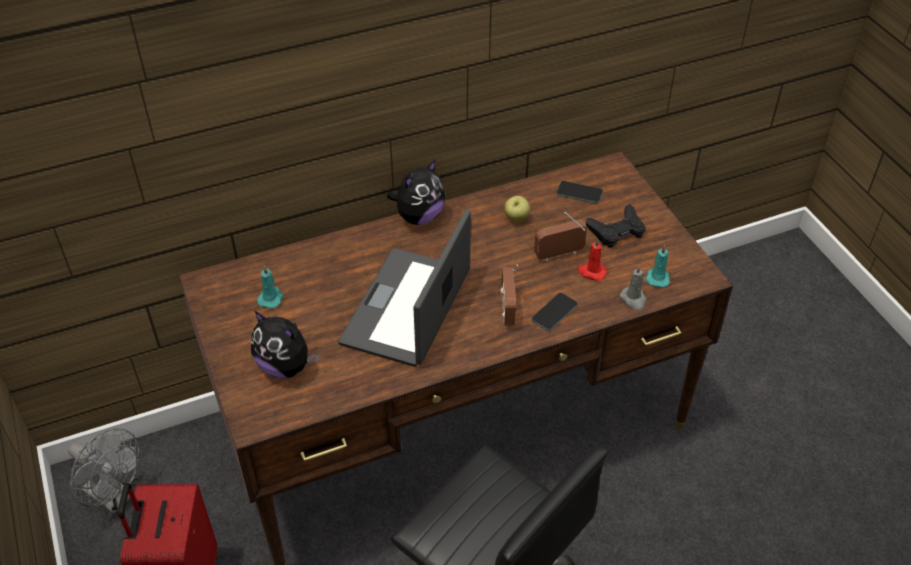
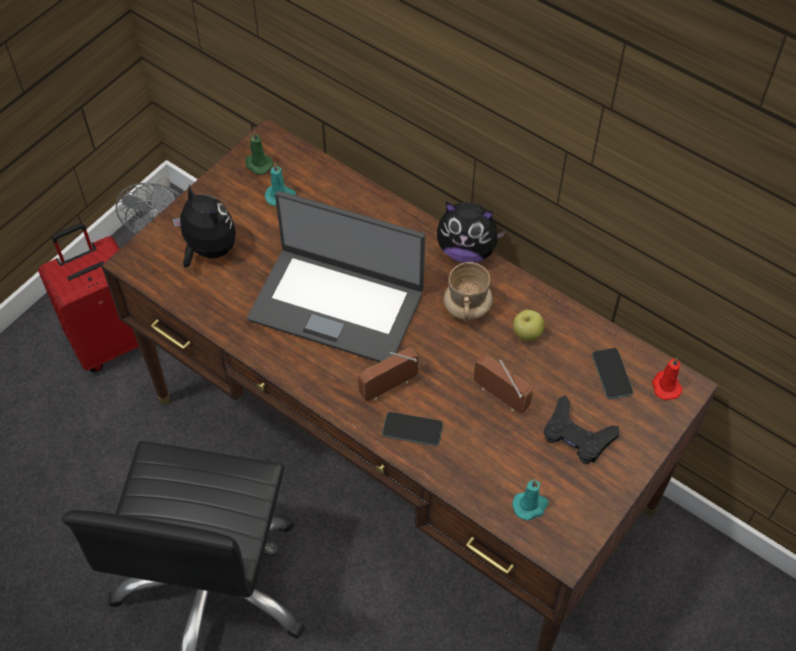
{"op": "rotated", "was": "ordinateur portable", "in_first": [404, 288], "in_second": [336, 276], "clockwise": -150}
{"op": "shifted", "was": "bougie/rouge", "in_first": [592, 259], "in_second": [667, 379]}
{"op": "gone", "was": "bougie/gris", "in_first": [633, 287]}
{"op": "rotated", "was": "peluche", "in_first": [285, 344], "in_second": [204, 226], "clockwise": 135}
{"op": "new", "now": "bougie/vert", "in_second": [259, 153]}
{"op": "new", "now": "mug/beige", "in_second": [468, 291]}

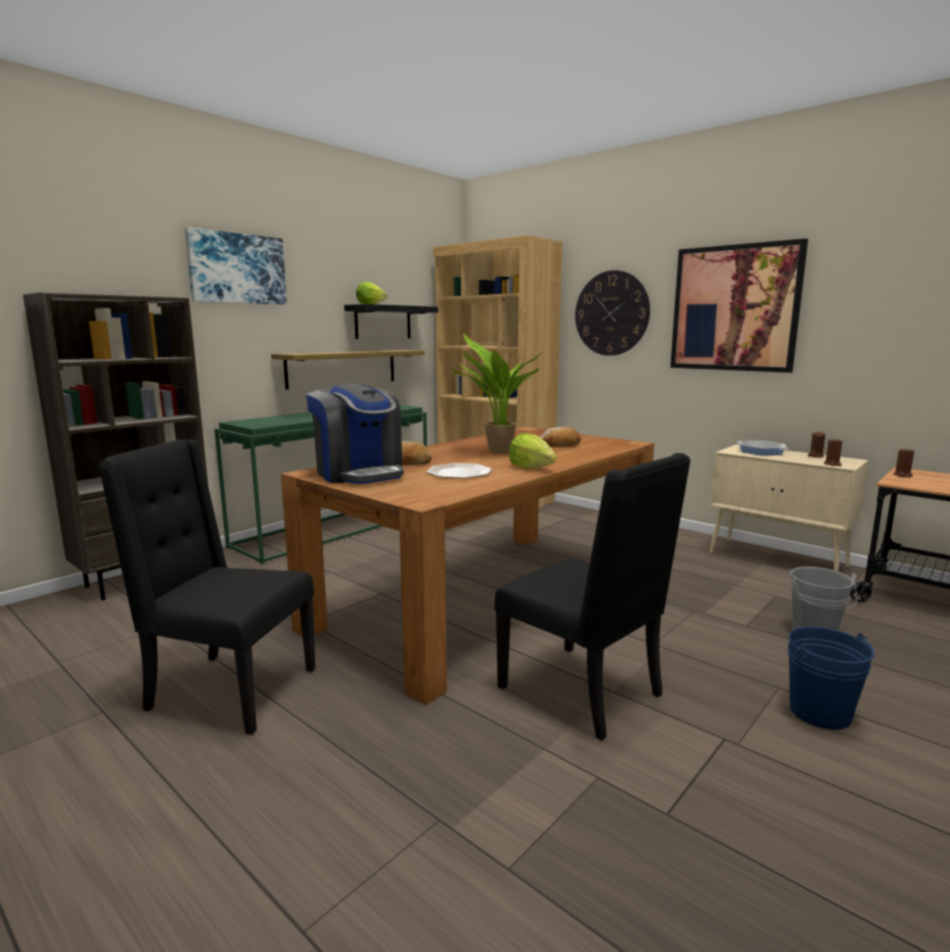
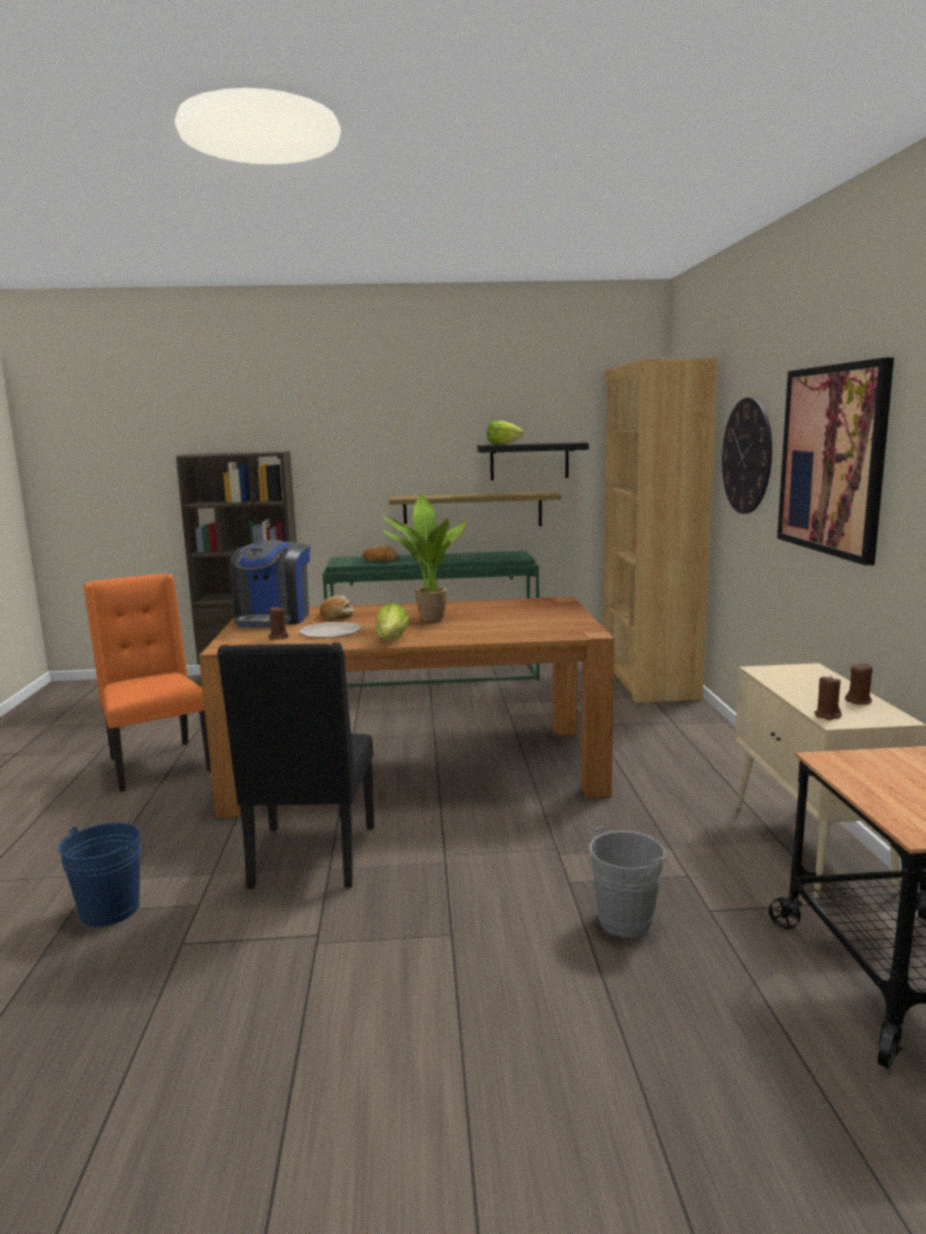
{"op": "gone", "was": "tableau", "in_first": [236, 265]}
{"op": "shifted", "was": "pain", "in_first": [560, 437], "in_second": [381, 554]}
{"op": "repainted", "was": "chaise/noir", "now": "chaise/orange", "in_first": [206, 587], "in_second": [147, 683]}
{"op": "gone", "was": "poêle", "in_first": [763, 447]}
{"op": "shifted", "was": "bougie/marron", "in_first": [903, 462], "in_second": [279, 623]}
{"op": "shifted", "was": "seau/bleu", "in_first": [831, 678], "in_second": [99, 874]}

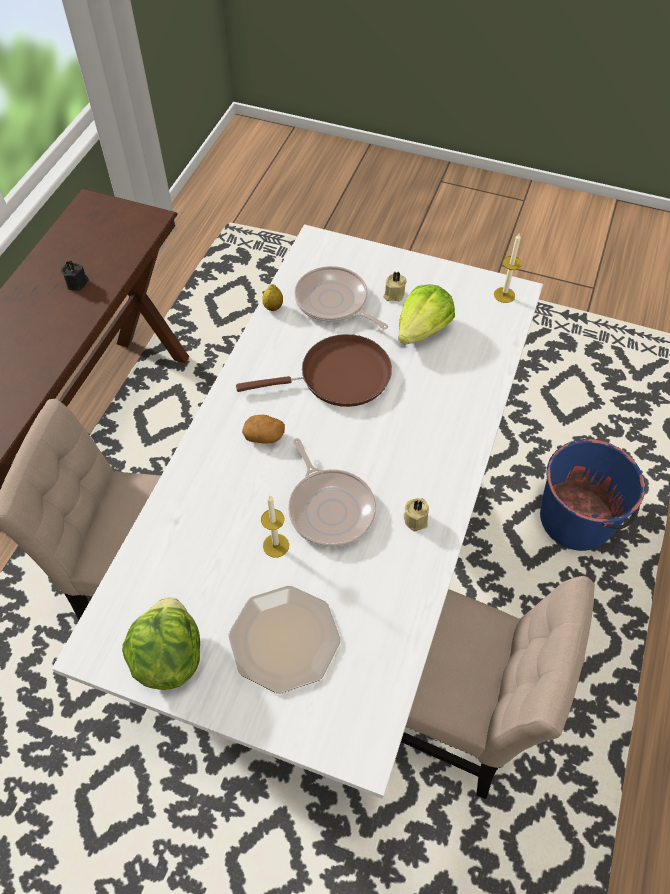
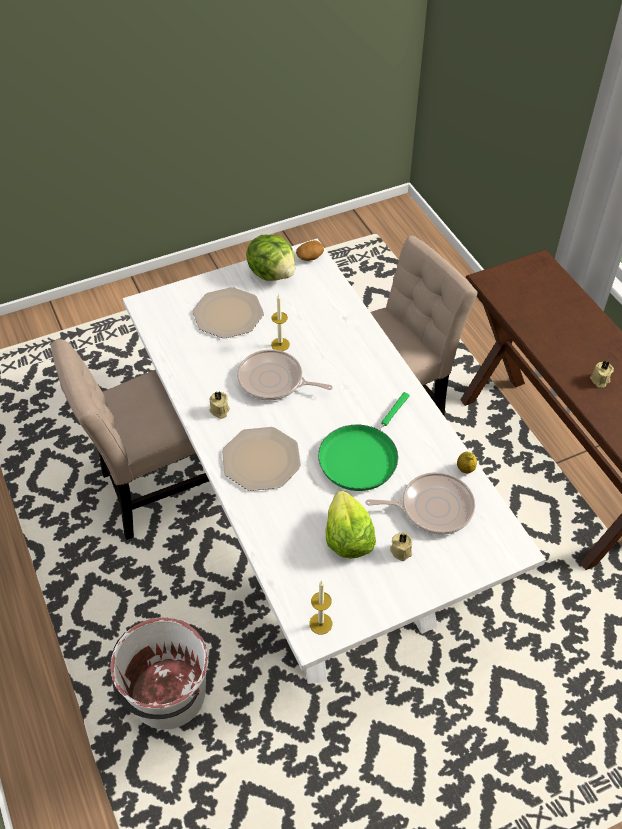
{"op": "repainted", "was": "bougie/noir", "now": "bougie/beige", "in_first": [75, 275], "in_second": [602, 374]}
{"op": "repainted", "was": "poêle/marron", "now": "poêle/vert", "in_first": [314, 370], "in_second": [364, 441]}
{"op": "shifted", "was": "pomme de terre", "in_first": [263, 429], "in_second": [310, 250]}
{"op": "repainted", "was": "seau/bleu", "now": "seau/blanc", "in_first": [592, 495], "in_second": [159, 673]}
{"op": "new", "now": "assiette", "in_second": [261, 459]}

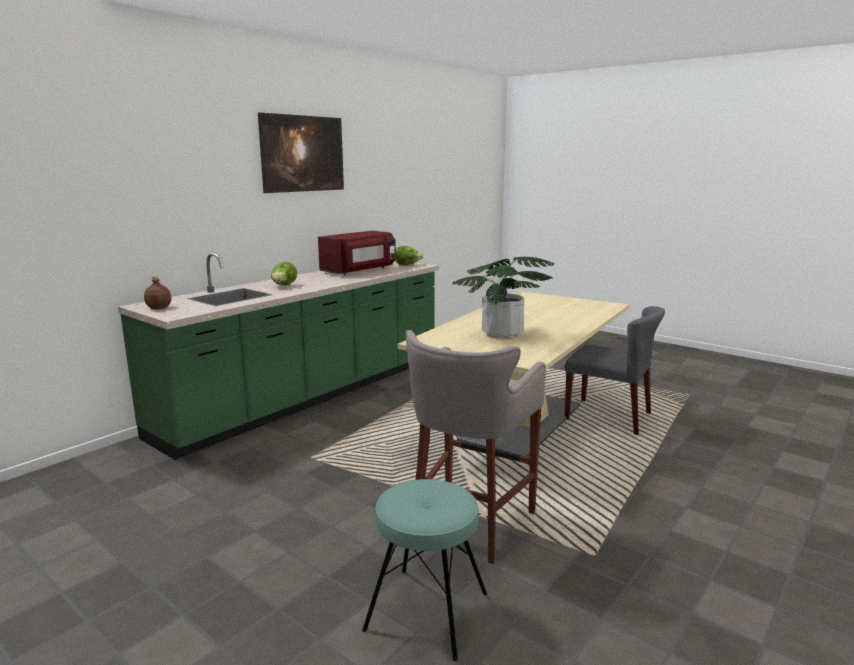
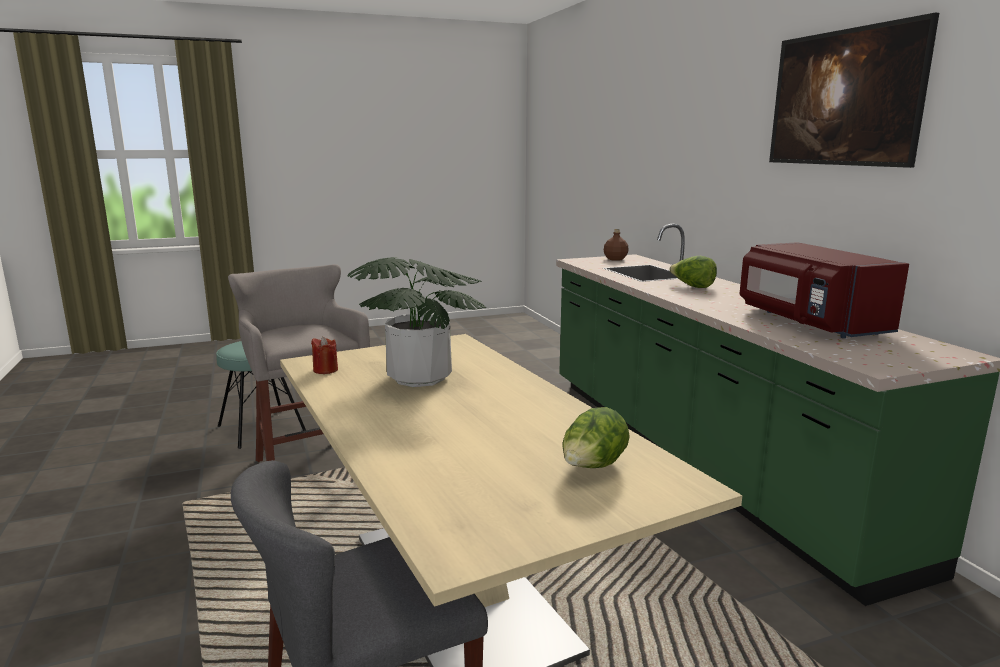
{"op": "shifted", "was": "laitue", "in_first": [409, 256], "in_second": [596, 437]}
{"op": "new", "now": "bougie/rouge", "in_second": [324, 355]}

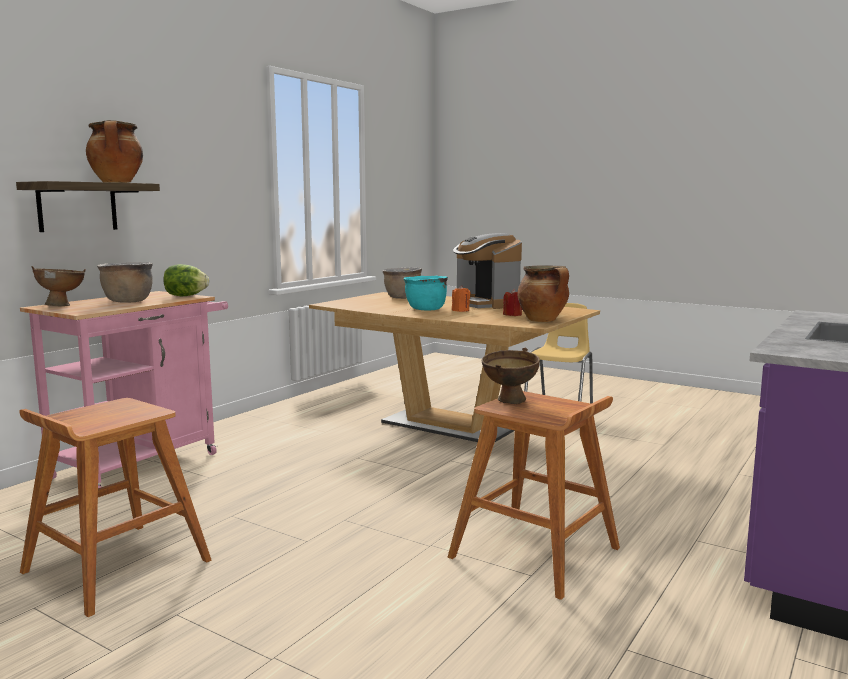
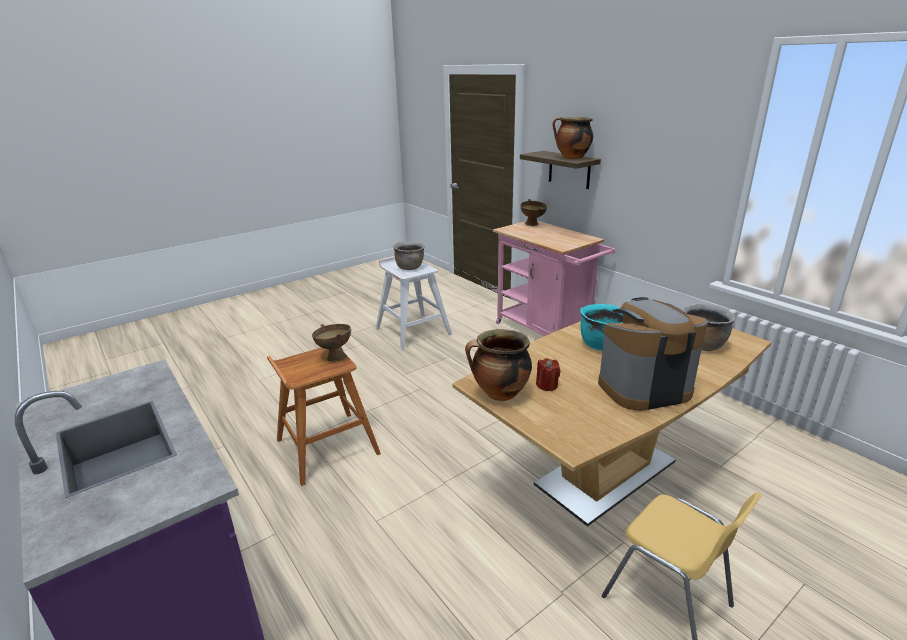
{"op": "shifted", "was": "marmite/marron", "in_first": [125, 282], "in_second": [409, 256]}
{"op": "gone", "was": "laitue", "in_first": [186, 280]}
{"op": "gone", "was": "bougie/orange", "in_first": [461, 299]}
{"op": "repainted", "was": "tabouret/marron", "now": "tabouret/blanc", "in_first": [116, 507], "in_second": [414, 303]}

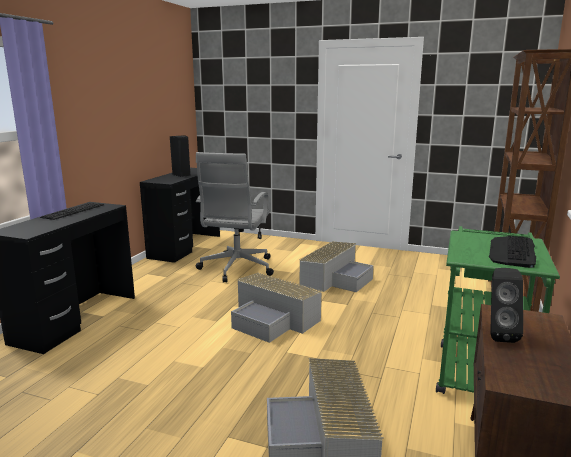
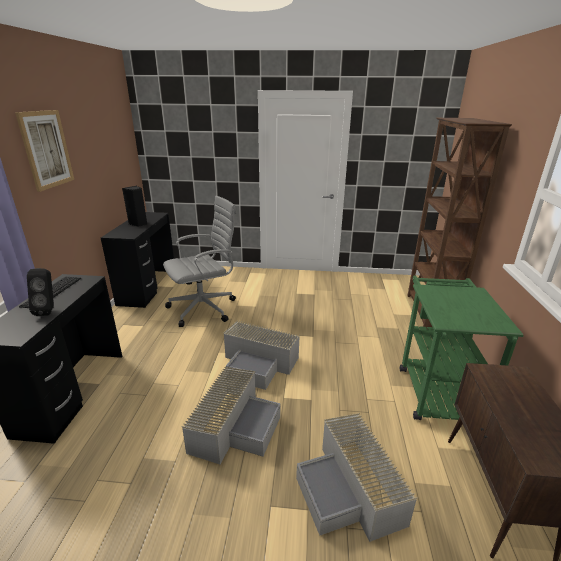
{"op": "rotated", "was": "chaise de bureau/gris", "in_first": [235, 217], "in_second": [200, 261], "clockwise": -120}
{"op": "gone", "was": "clavier", "in_first": [512, 252]}
{"op": "shifted", "was": "boîte de rangement/gris", "in_first": [336, 266], "in_second": [231, 415]}
{"op": "shifted", "was": "enceinte/noir", "in_first": [506, 305], "in_second": [40, 292]}
{"op": "new", "now": "tableau", "in_second": [44, 151]}

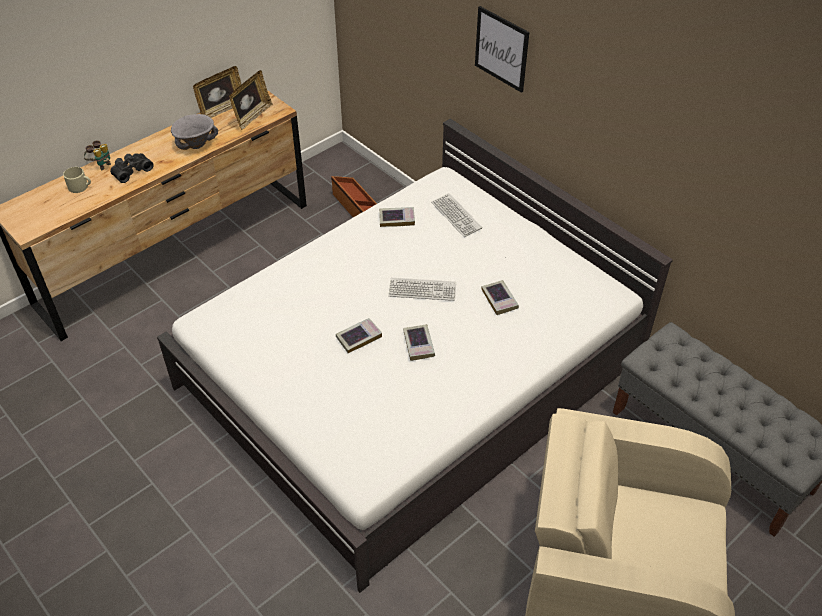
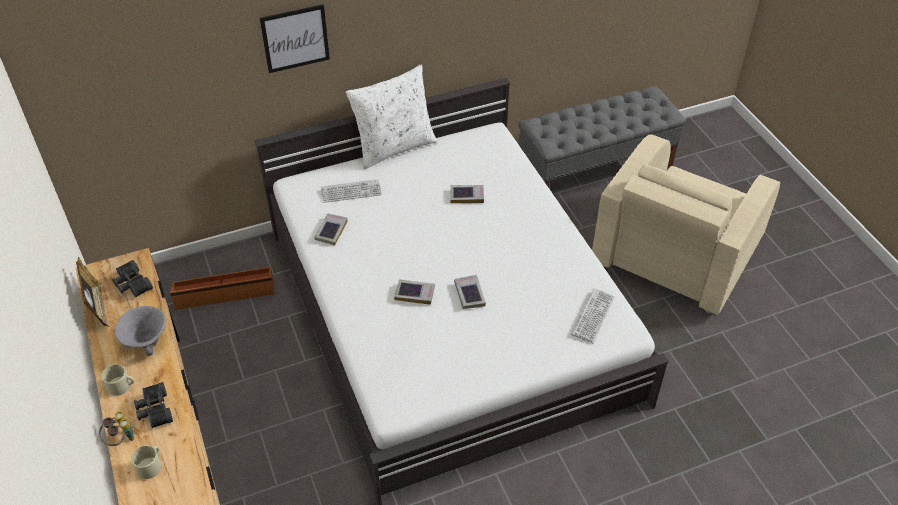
{"op": "swapped", "was": "cadre photo", "now": "jumelles/noir", "in_first": [251, 100], "in_second": [132, 278]}
{"op": "shifted", "was": "clavier", "in_first": [422, 289], "in_second": [593, 316]}
{"op": "shifted", "was": "livre", "in_first": [419, 342], "in_second": [414, 292]}
{"op": "new", "now": "coussin/blanc", "in_second": [391, 117]}
{"op": "new", "now": "mug/beige", "in_second": [118, 380]}

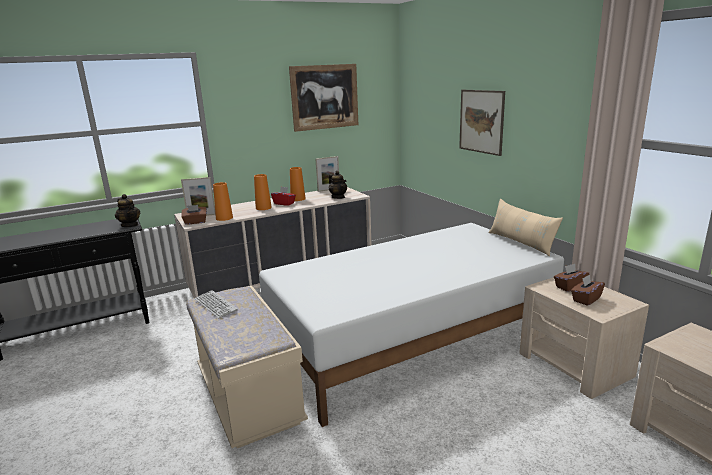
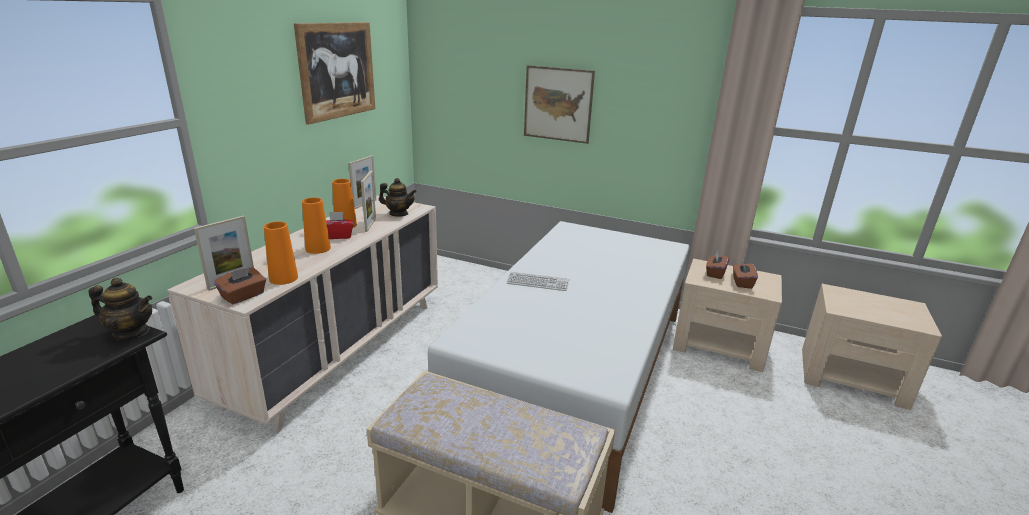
{"op": "gone", "was": "coussin/beige", "in_first": [526, 227]}
{"op": "shifted", "was": "clavier", "in_first": [216, 304], "in_second": [537, 281]}
{"op": "new", "now": "cadre photo", "in_second": [368, 201]}

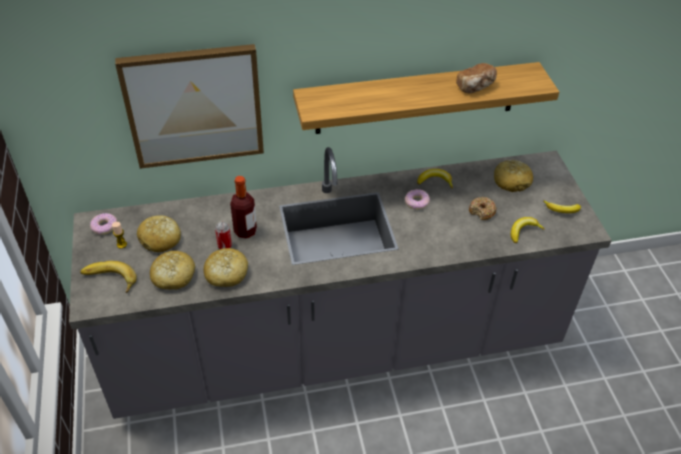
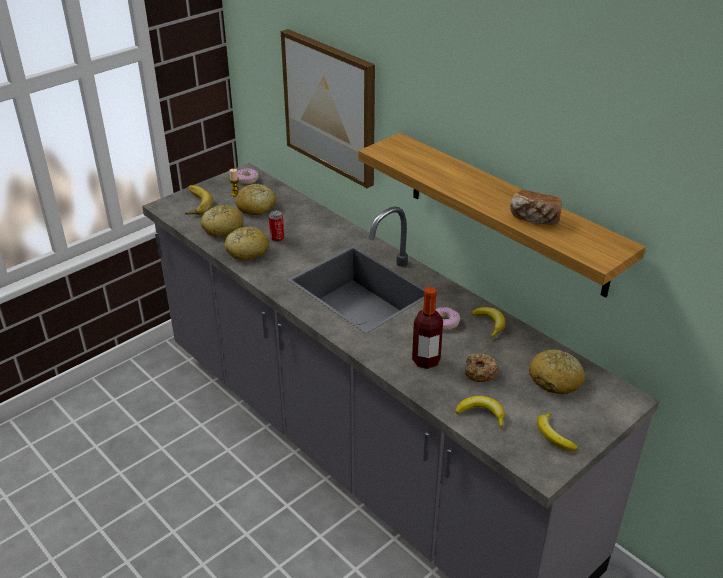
{"op": "shifted", "was": "bouteille", "in_first": [243, 207], "in_second": [427, 328]}

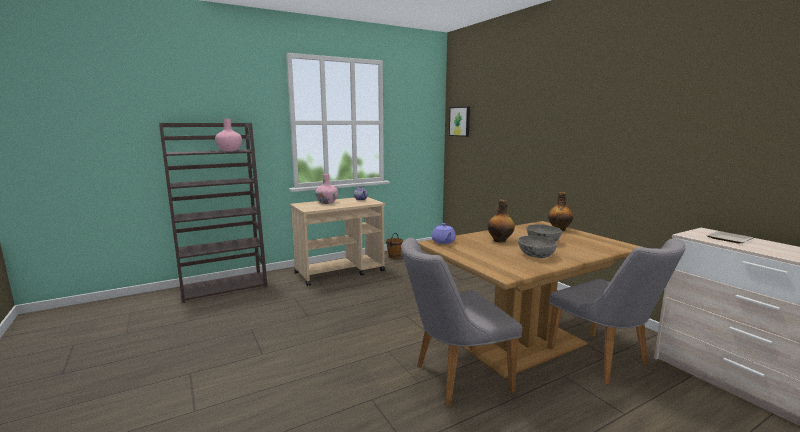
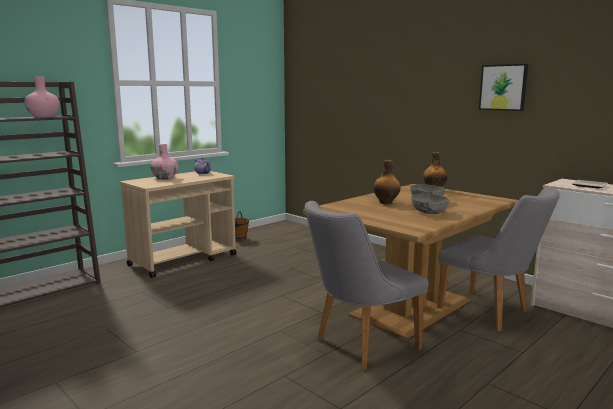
{"op": "shifted", "was": "tableau", "in_first": [459, 121], "in_second": [503, 87]}
{"op": "gone", "was": "théière/violet", "in_first": [443, 233]}

